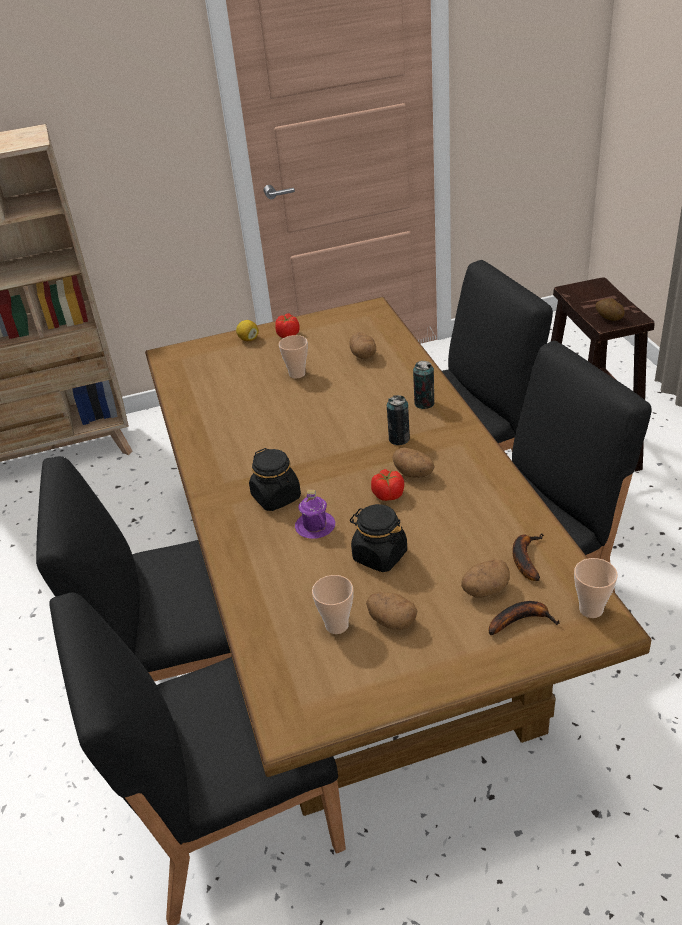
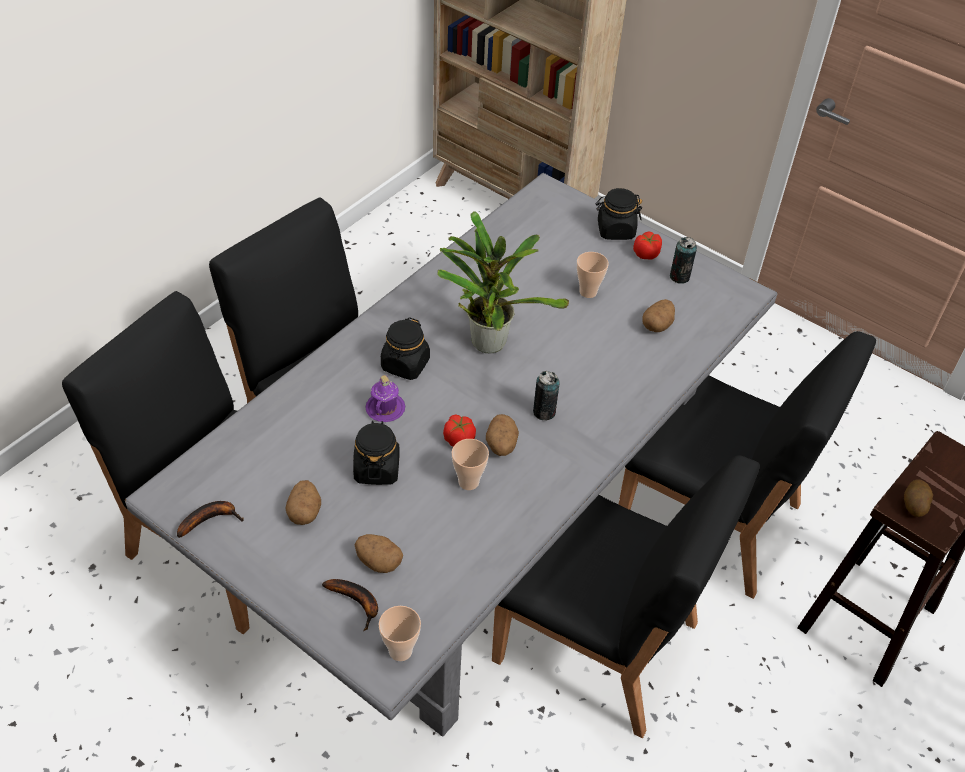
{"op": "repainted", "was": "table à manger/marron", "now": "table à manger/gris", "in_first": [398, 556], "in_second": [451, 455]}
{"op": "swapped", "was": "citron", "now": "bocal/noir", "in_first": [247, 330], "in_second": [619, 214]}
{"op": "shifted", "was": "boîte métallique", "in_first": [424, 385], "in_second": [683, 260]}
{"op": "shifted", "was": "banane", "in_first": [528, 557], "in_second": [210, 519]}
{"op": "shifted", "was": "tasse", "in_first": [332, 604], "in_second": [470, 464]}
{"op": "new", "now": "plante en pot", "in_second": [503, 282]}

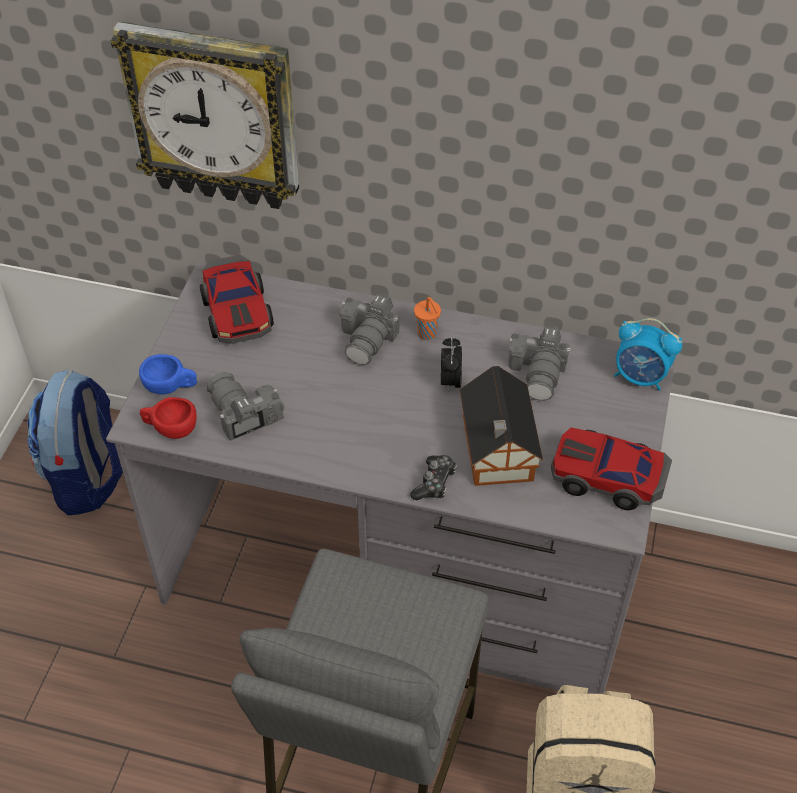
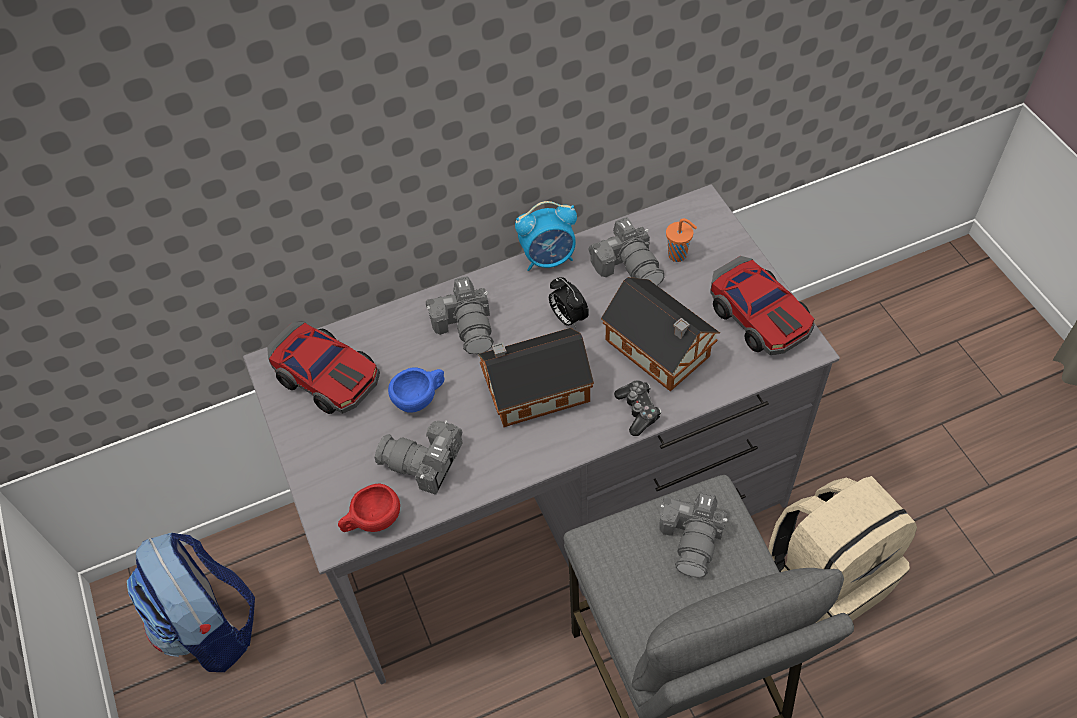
{"op": "gone", "was": "horloge murale", "in_first": [205, 115]}
{"op": "shifted", "was": "tasse/orange", "in_first": [427, 318], "in_second": [681, 240]}
{"op": "shifted", "was": "réveil", "in_first": [648, 354], "in_second": [546, 236]}
{"op": "shifted", "was": "tasse/bleu", "in_first": [168, 374], "in_second": [416, 390]}
{"op": "rotated", "was": "petite voiture", "in_first": [611, 469], "in_second": [762, 305], "clockwise": -105}
{"op": "new", "now": "maison miniature", "in_second": [536, 377]}
{"op": "new", "now": "appareil photo", "in_second": [694, 534]}

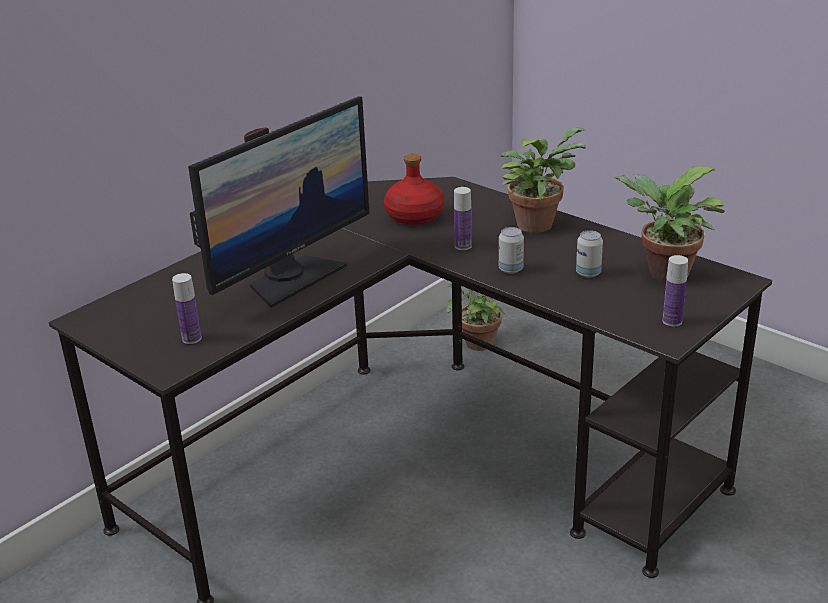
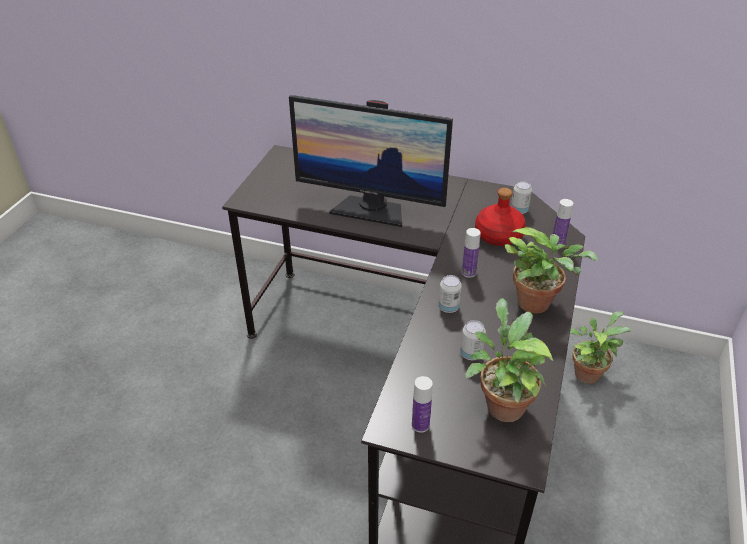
{"op": "shifted", "was": "bouteille", "in_first": [187, 308], "in_second": [563, 222]}
{"op": "new", "now": "boîte métallique", "in_second": [521, 197]}

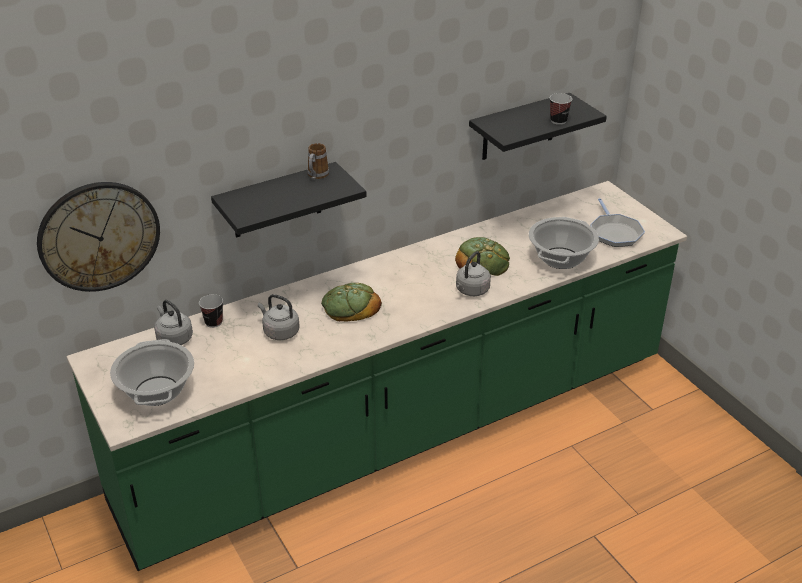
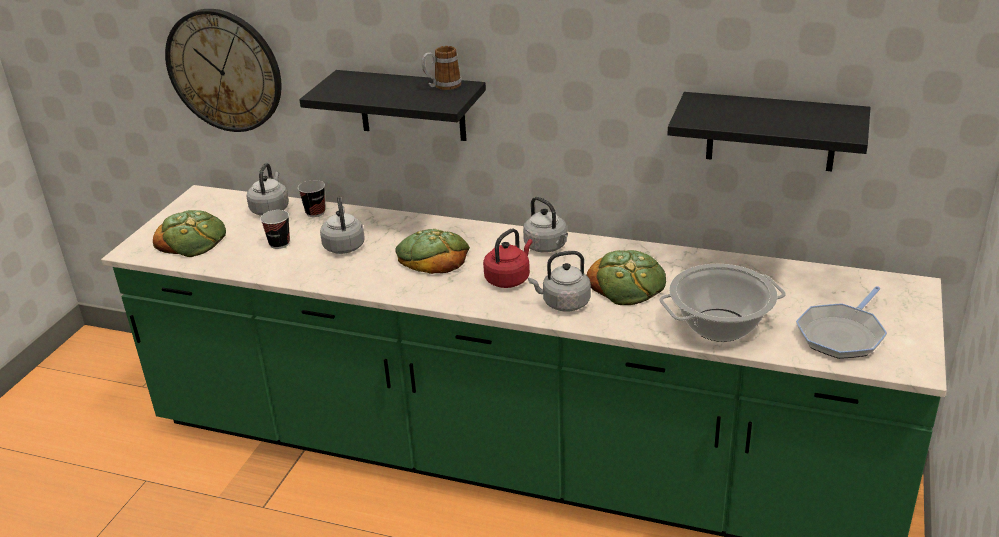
{"op": "shifted", "was": "tasse", "in_first": [561, 109], "in_second": [275, 229]}
{"op": "swapped", "was": "marmite", "now": "pain", "in_first": [152, 372], "in_second": [189, 233]}
{"op": "new", "now": "bouilloire/gris", "in_second": [545, 225]}
{"op": "new", "now": "bouilloire/rouge", "in_second": [508, 258]}

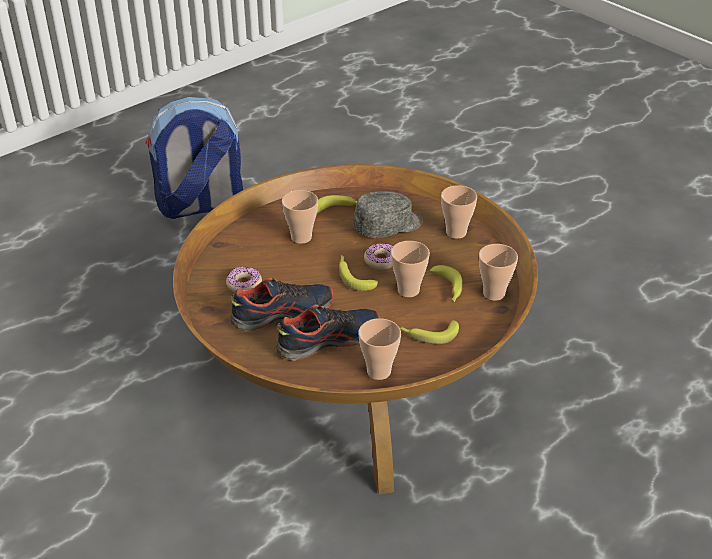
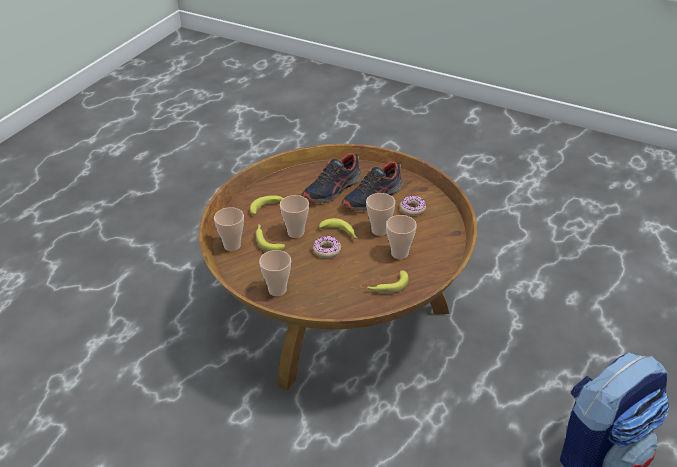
{"op": "gone", "was": "casquette/gris", "in_first": [388, 214]}
{"op": "shifted", "was": "tasse", "in_first": [380, 349], "in_second": [380, 214]}

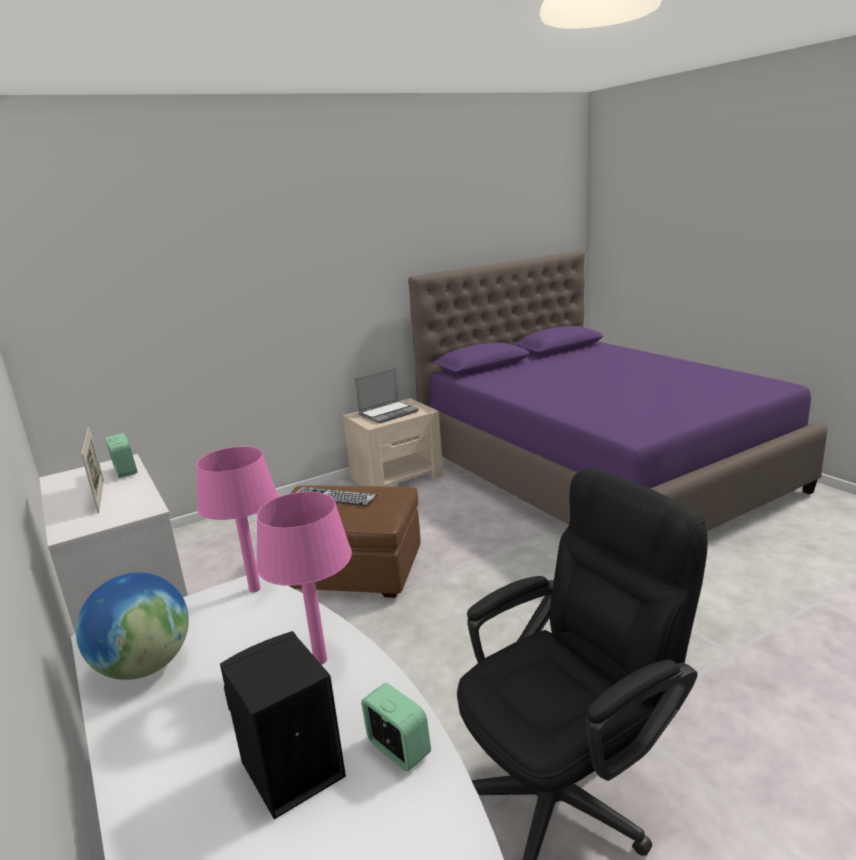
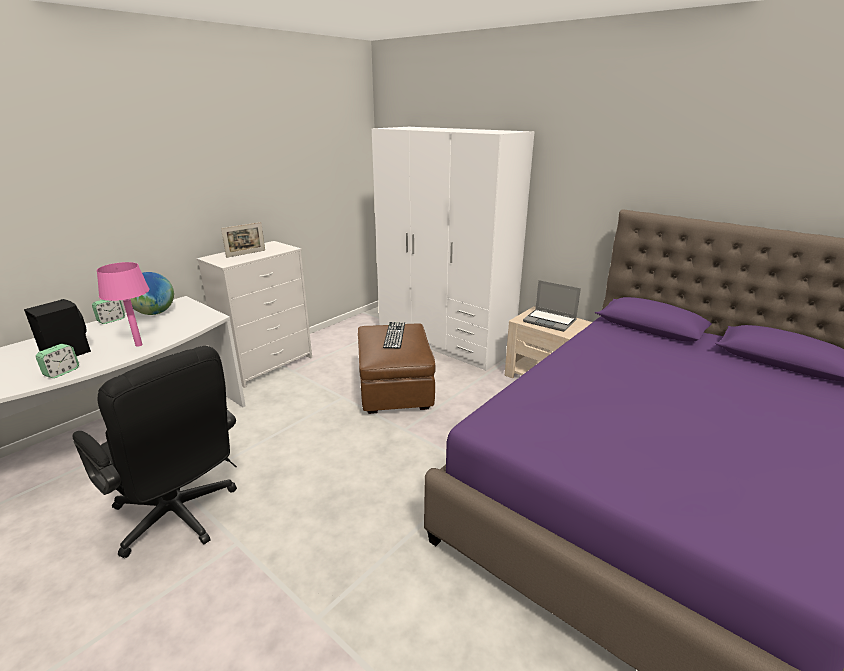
{"op": "shifted", "was": "réveil", "in_first": [121, 455], "in_second": [108, 312]}
{"op": "gone", "was": "lampe de table/rose", "in_first": [237, 520]}
{"op": "new", "now": "armoire/blanc", "in_second": [453, 249]}

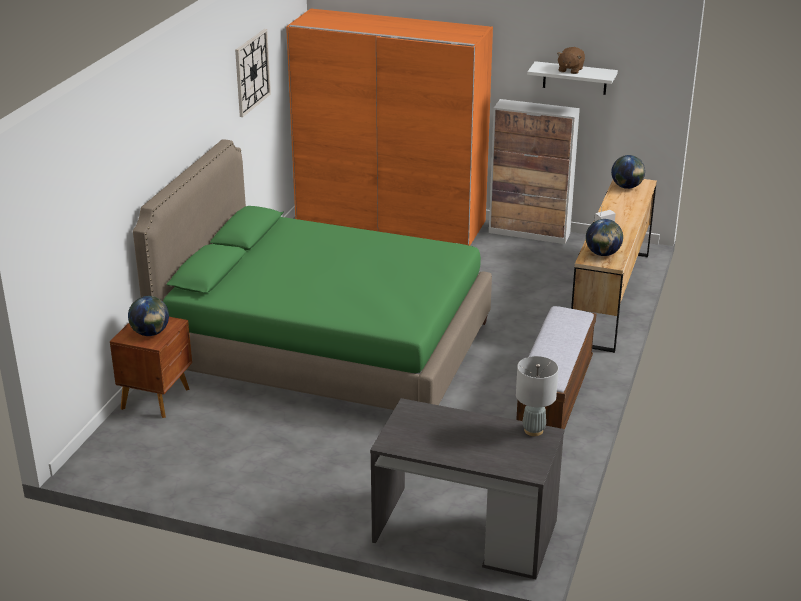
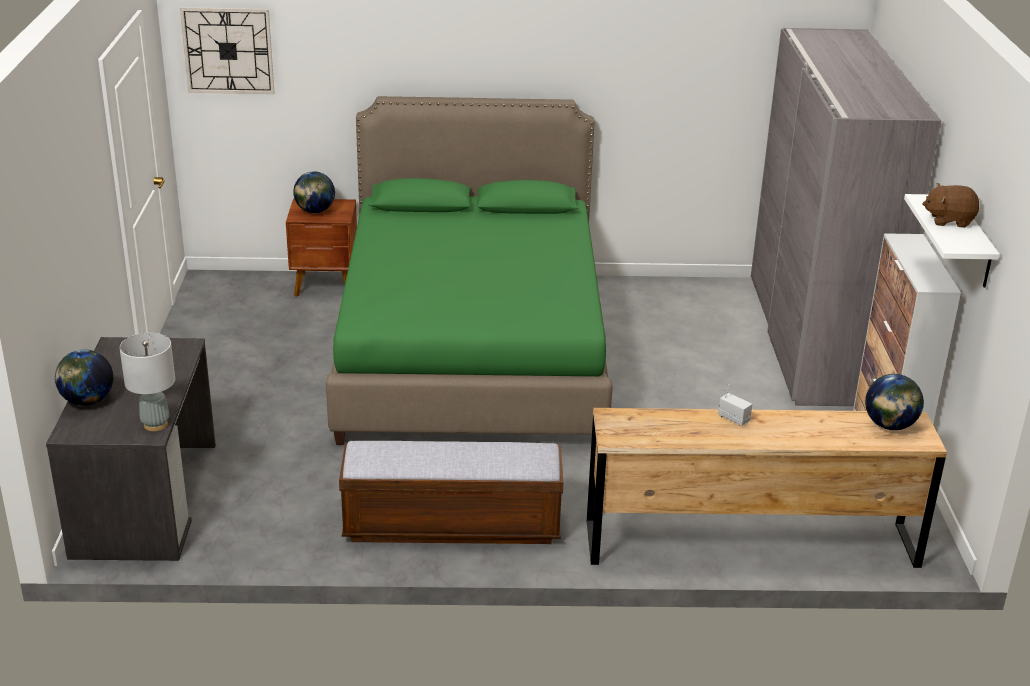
{"op": "repainted", "was": "armoire/orange", "now": "armoire/gris", "in_first": [389, 127], "in_second": [846, 217]}
{"op": "shifted", "was": "horloge murale", "in_first": [253, 73], "in_second": [227, 50]}
{"op": "shifted", "was": "globe", "in_first": [604, 237], "in_second": [84, 377]}

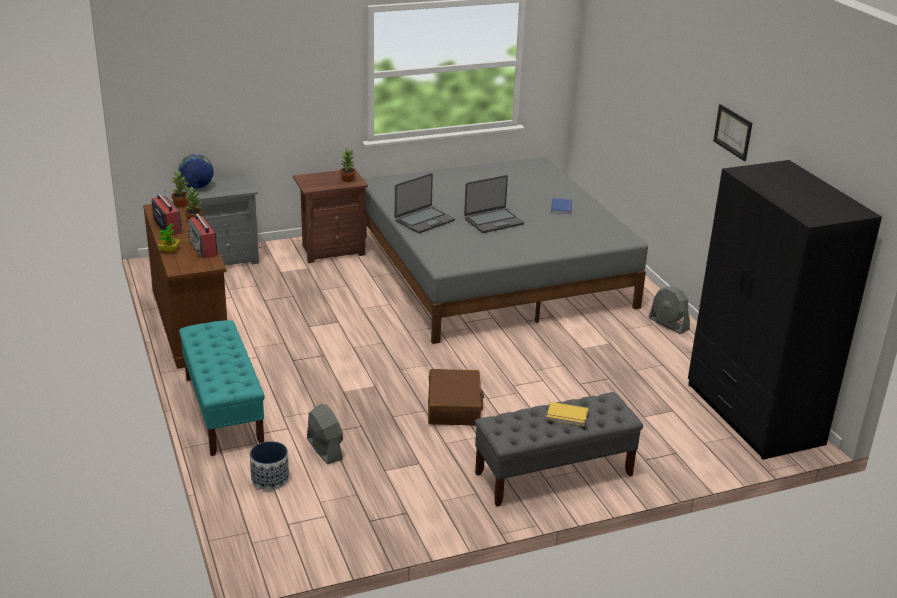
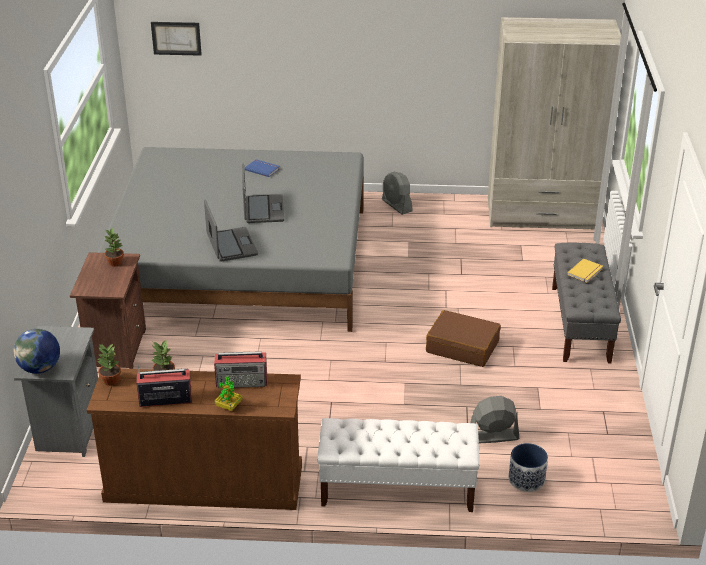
{"op": "shifted", "was": "tableau", "in_first": [732, 132], "in_second": [176, 39]}
{"op": "repainted", "was": "armoire/noir", "now": "armoire/beige", "in_first": [785, 310], "in_second": [554, 123]}
{"op": "rotated", "was": "ventilateur/gris", "in_first": [669, 310], "in_second": [397, 193], "clockwise": 75}
{"op": "repainted", "was": "banc/turquoise", "now": "banc/blanc", "in_first": [222, 388], "in_second": [398, 465]}

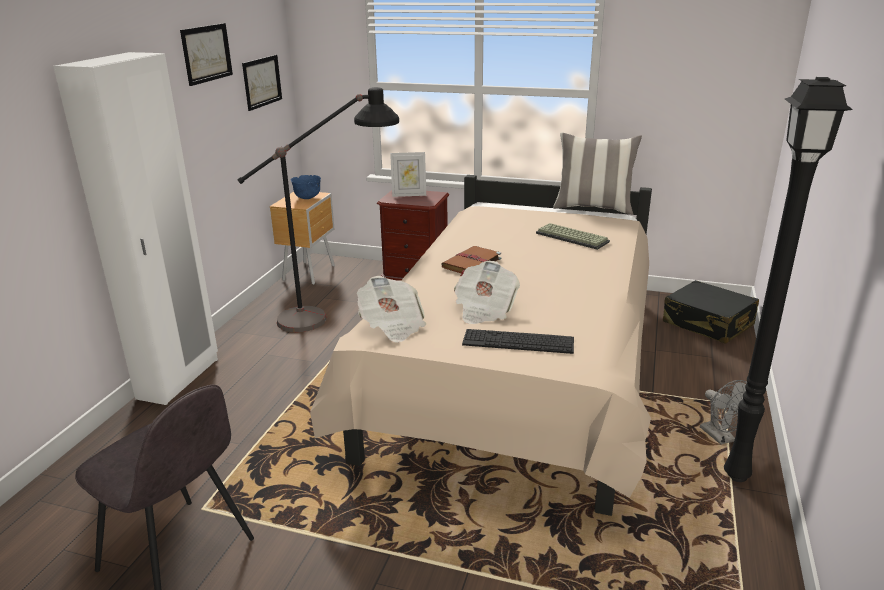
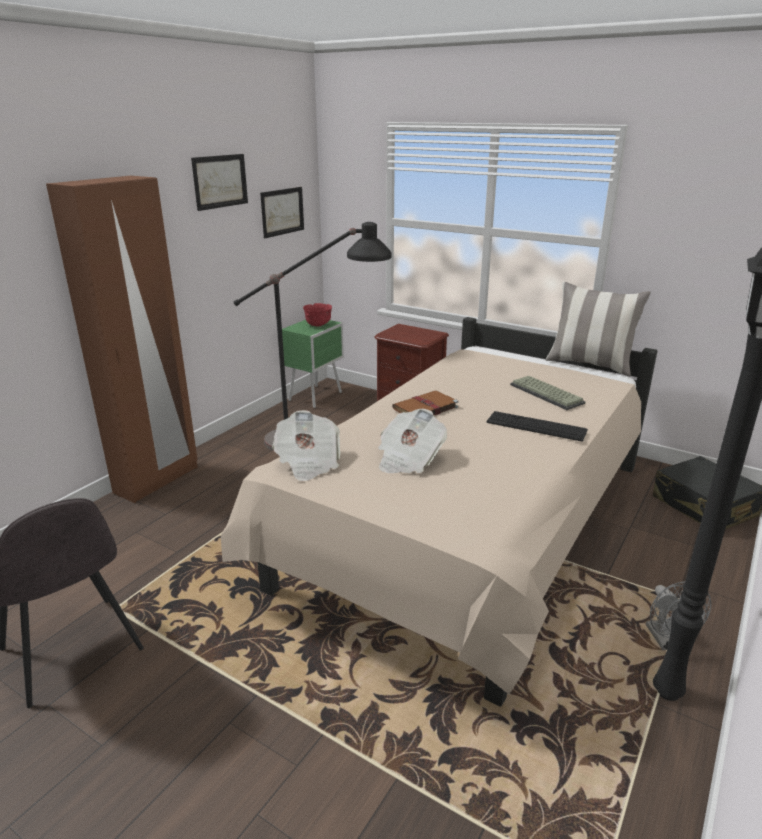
{"op": "repainted", "was": "armoire/blanc", "now": "armoire/marron", "in_first": [135, 228], "in_second": [122, 339]}
{"op": "gone", "was": "cadre photo", "in_first": [408, 174]}
{"op": "repainted", "was": "bol/bleu", "now": "bol/rouge", "in_first": [305, 187], "in_second": [317, 314]}
{"op": "repainted", "was": "table de chevet/marron", "now": "table de chevet/vert", "in_first": [302, 238], "in_second": [313, 364]}
{"op": "shifted", "was": "clavier", "in_first": [518, 341], "in_second": [537, 426]}

